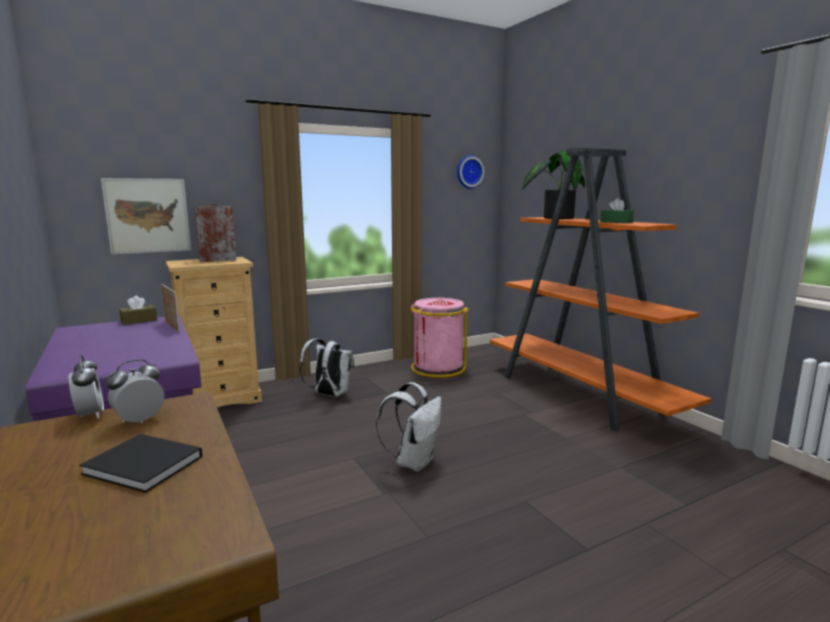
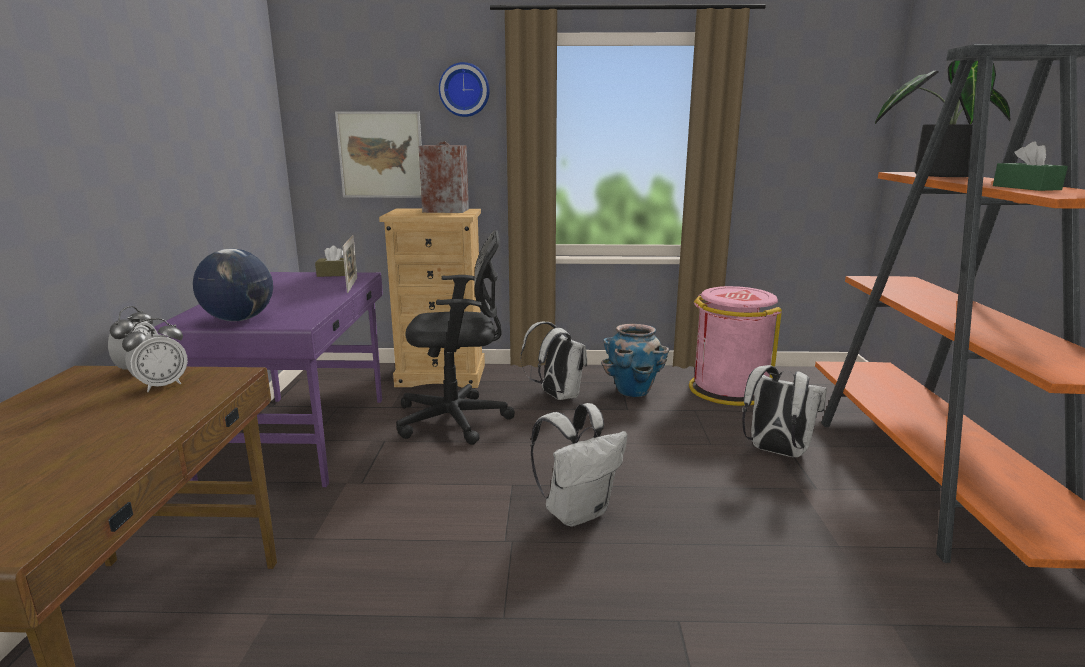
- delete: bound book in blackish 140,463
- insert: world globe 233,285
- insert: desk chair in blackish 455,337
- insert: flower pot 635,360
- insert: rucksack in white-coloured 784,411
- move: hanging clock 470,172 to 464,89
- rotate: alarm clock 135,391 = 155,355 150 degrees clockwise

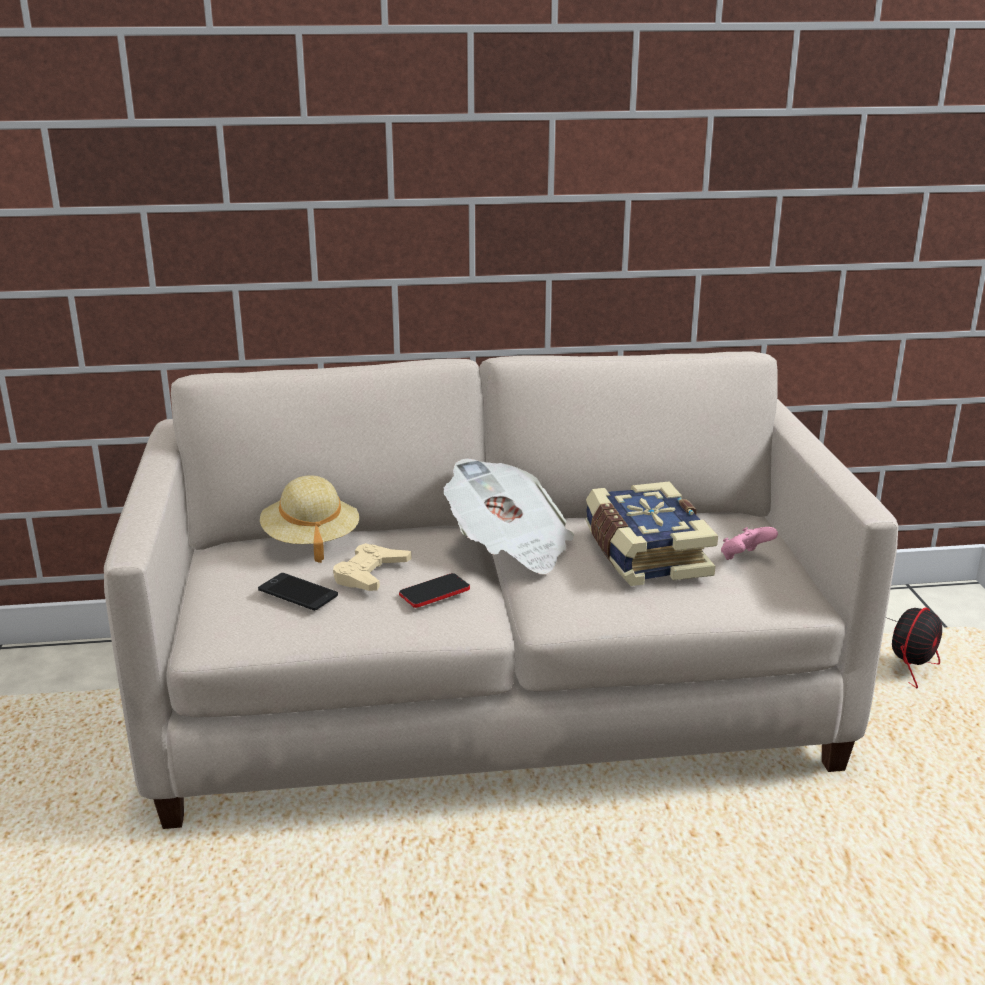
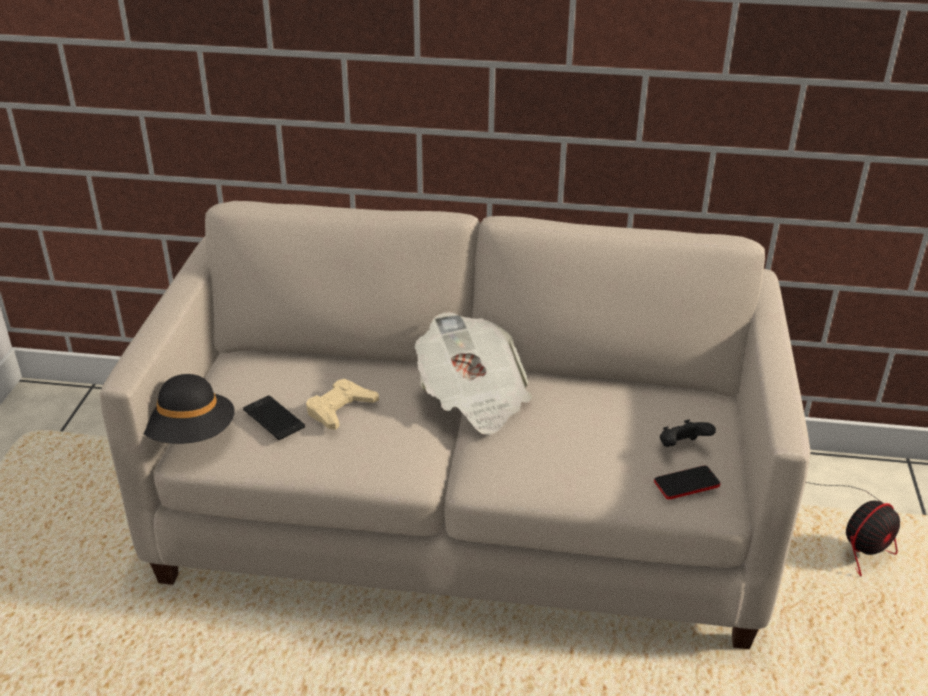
- delete: hat in beige-coloured 309,519
- delete: bound book 651,533
- insert: hat in blackish 189,409
- move: telephone 434,590 to 687,482
- recolor: gamepad in pink-coloured 749,543 to gamepad in blackish 688,433

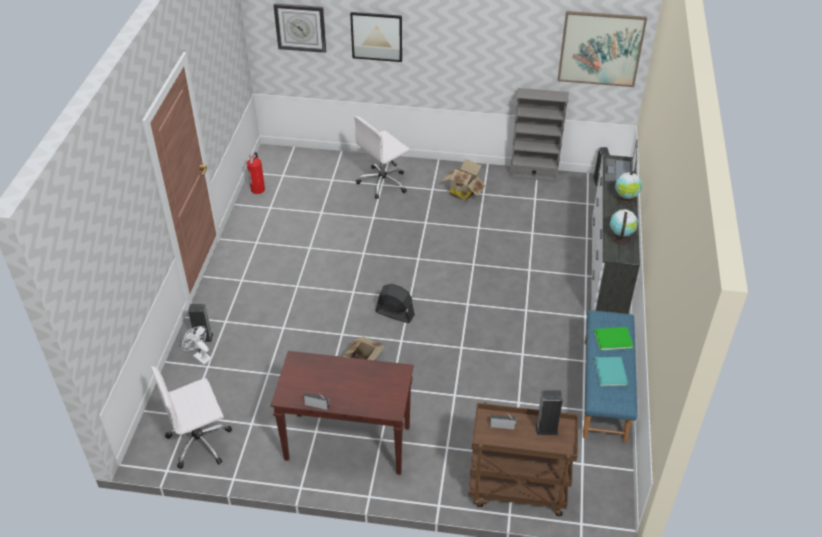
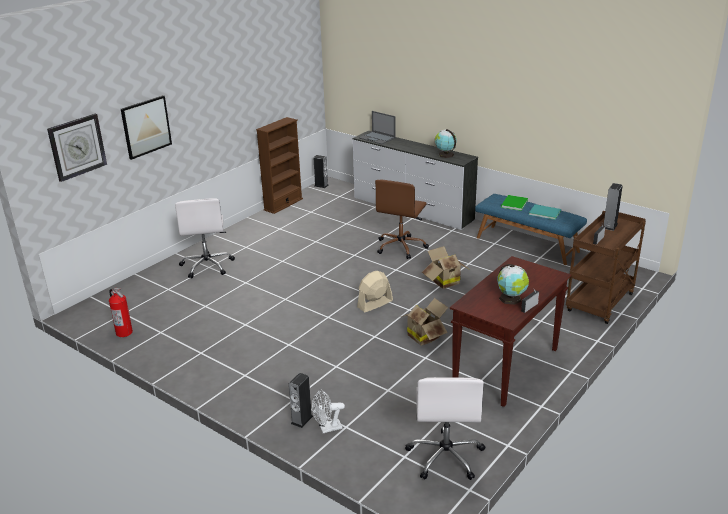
- delete: picture 602,49
- insert: desk chair in brownish 402,219
- move: carton 463,180 to 445,267
- move: world globe 628,188 to 513,284
- recolor: cooling fan in blackish 395,303 to cooling fan in beige-coloured 375,291
- recolor: shelving unit in greyish 539,135 to shelving unit in brownish 279,165

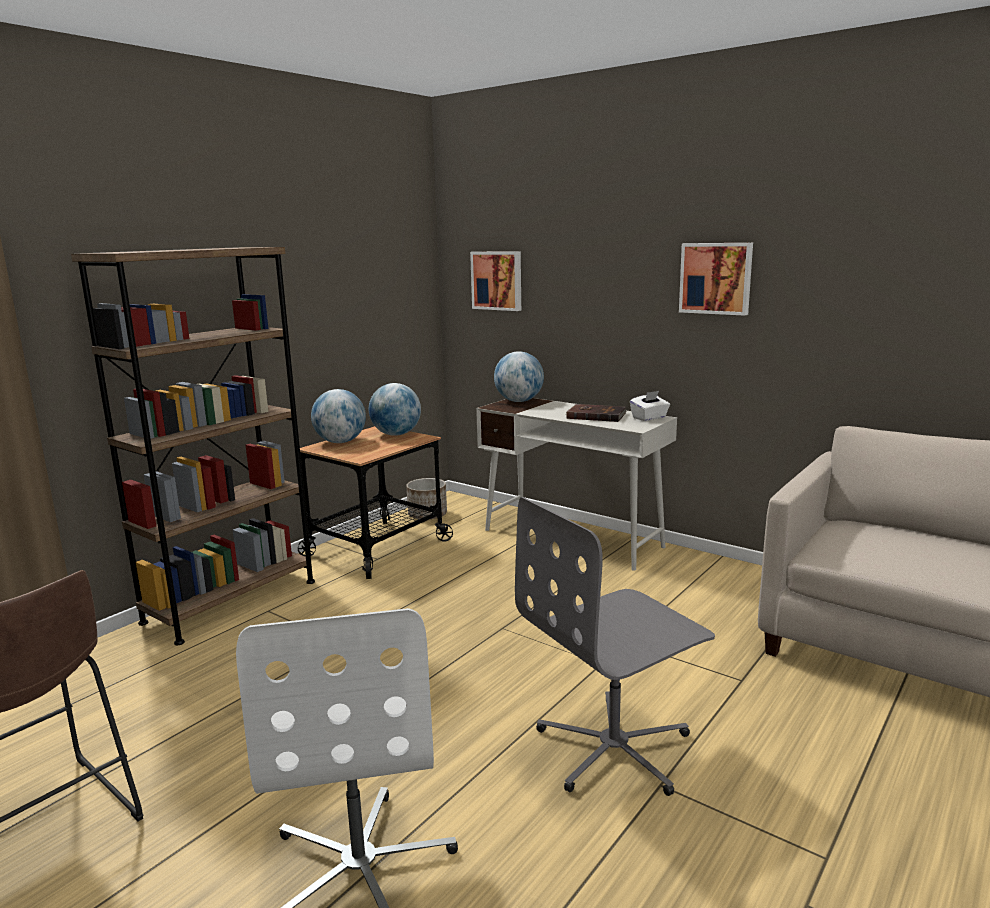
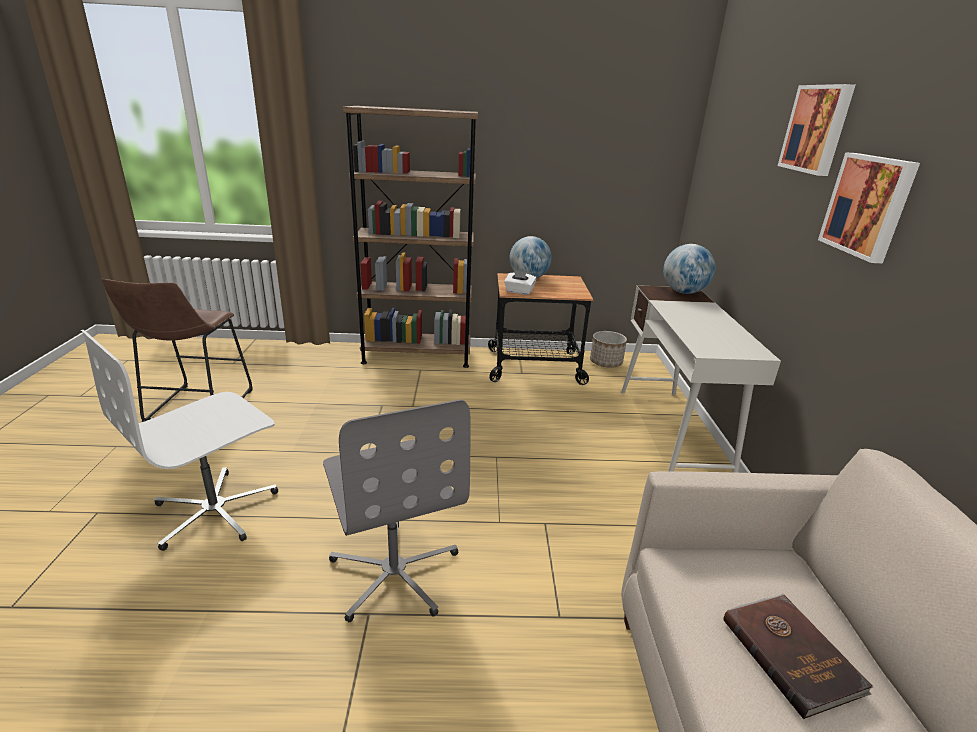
- delete: world globe 395,409
- move: picture 495,281 to 816,130
- move: bound book in brownish 596,413 to 798,656
- move: tissue box in white-coloured 650,406 to 520,282
- rotate: desk chair in greyish 615,646 = 397,510 135 degrees counterclockwise

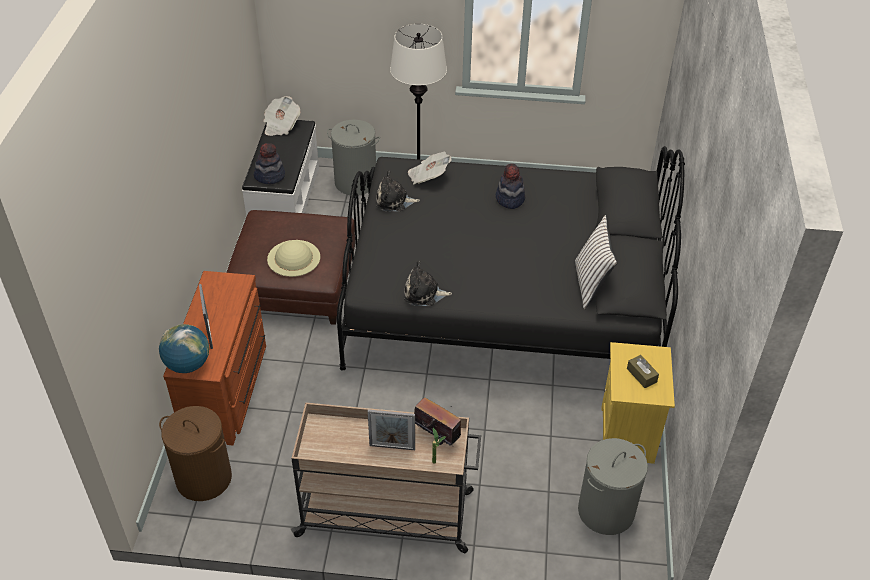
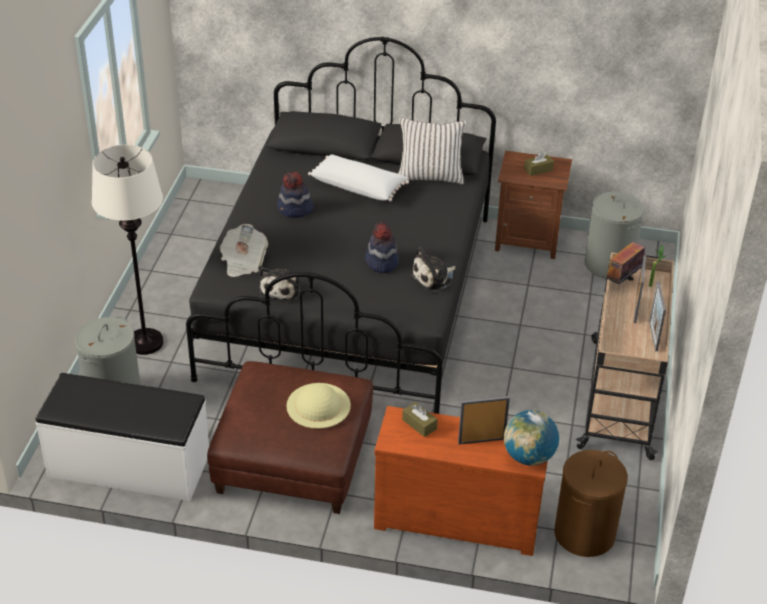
- delete: printed paper 282,116
- insert: throw pillow in white-coloured 358,178
- insert: tissue box in brownish 420,419
- insert: photo frame 657,316
- move: hat 269,163 to 382,247
- recolor: bedside table in yellow-coloured 638,403 to bedside table in brownish 533,205
- rotate: plush toy 428,283 = 433,269 45 degrees clockwise

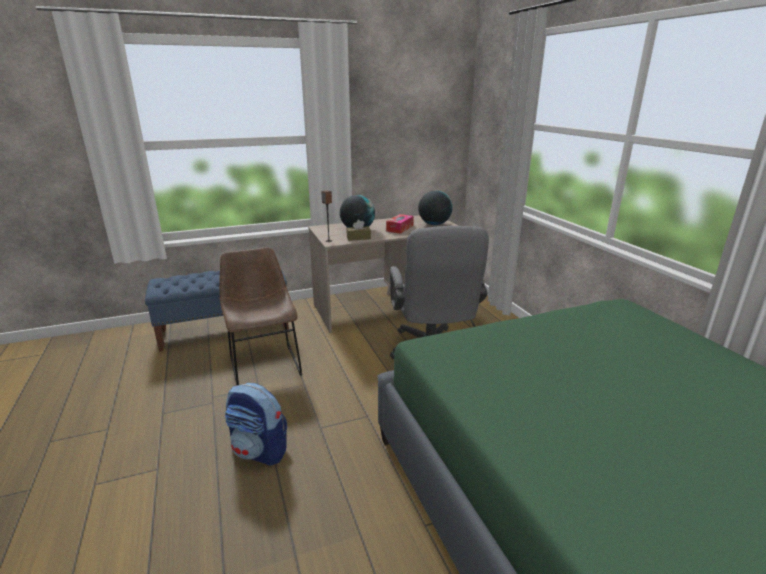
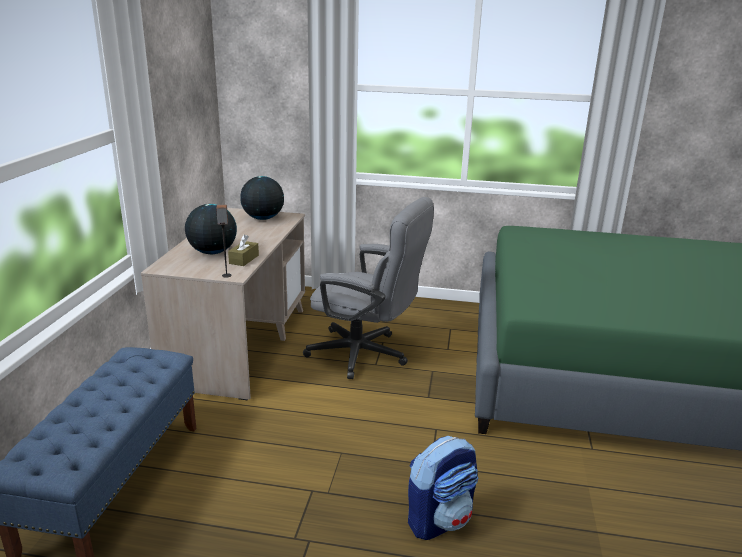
- delete: plain chair in brownish 260,316
- delete: tissue box 400,224

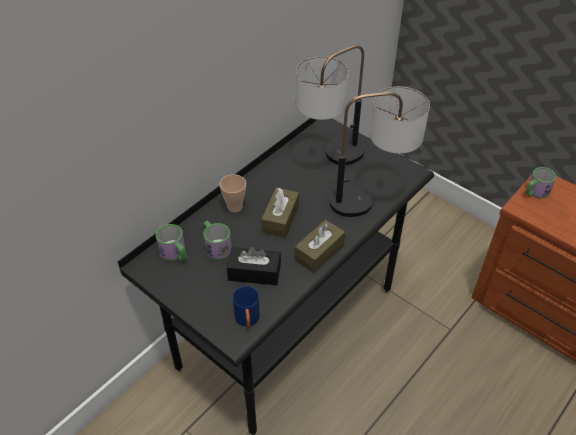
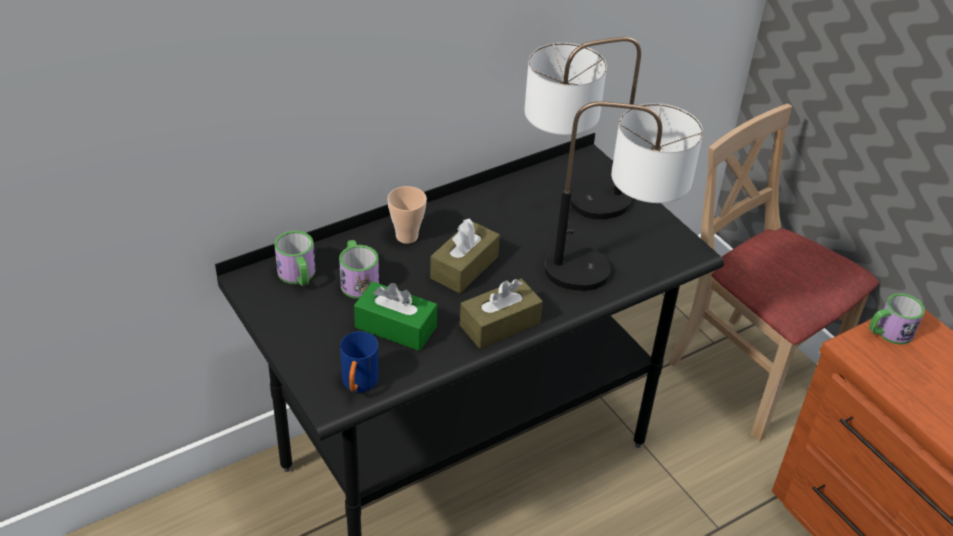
- insert: plain chair in beige-coloured 774,272
- recolor: tissue box in blackish 254,266 to tissue box in green-coloured 395,316

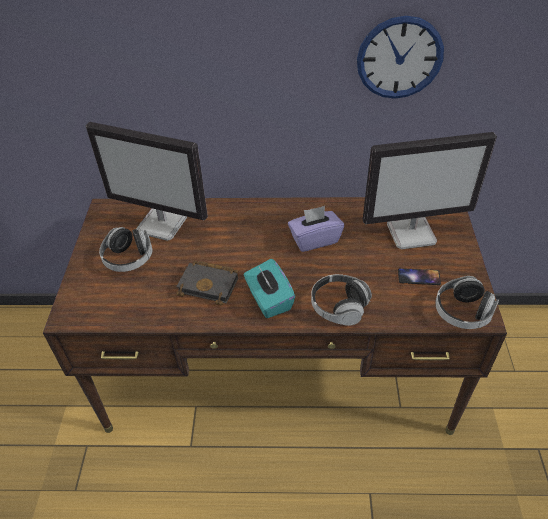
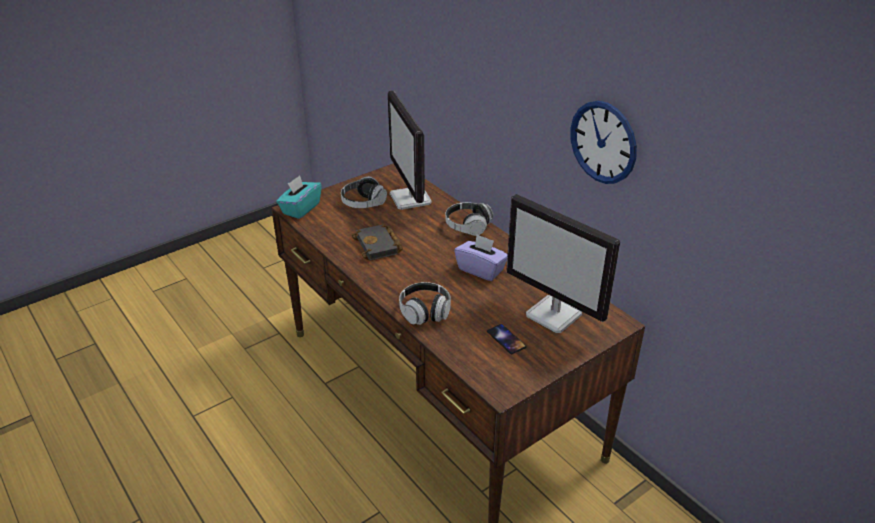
- move: tissue box in blue-green 269,288 to 299,197
- move: pair of headphones 467,302 to 469,219

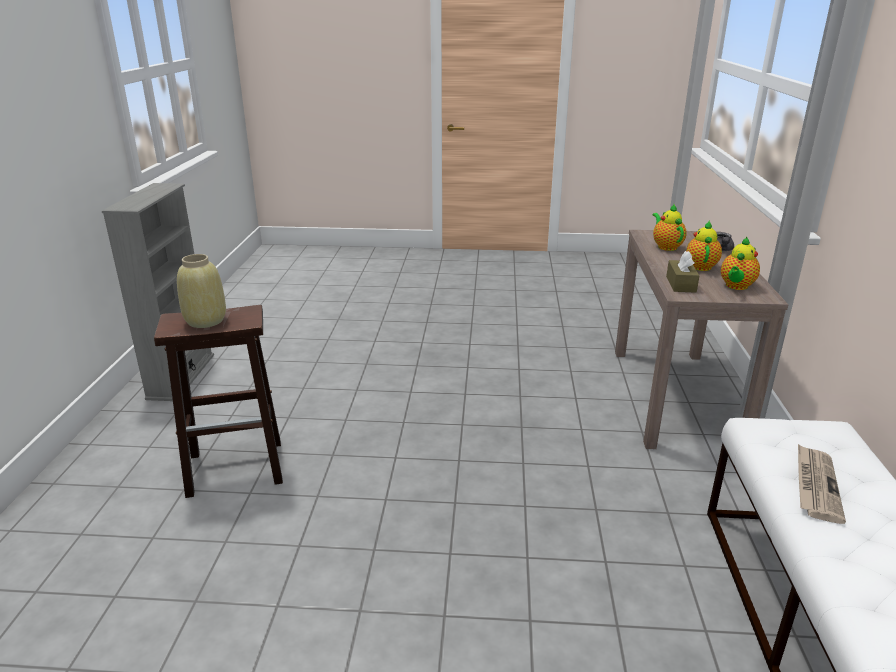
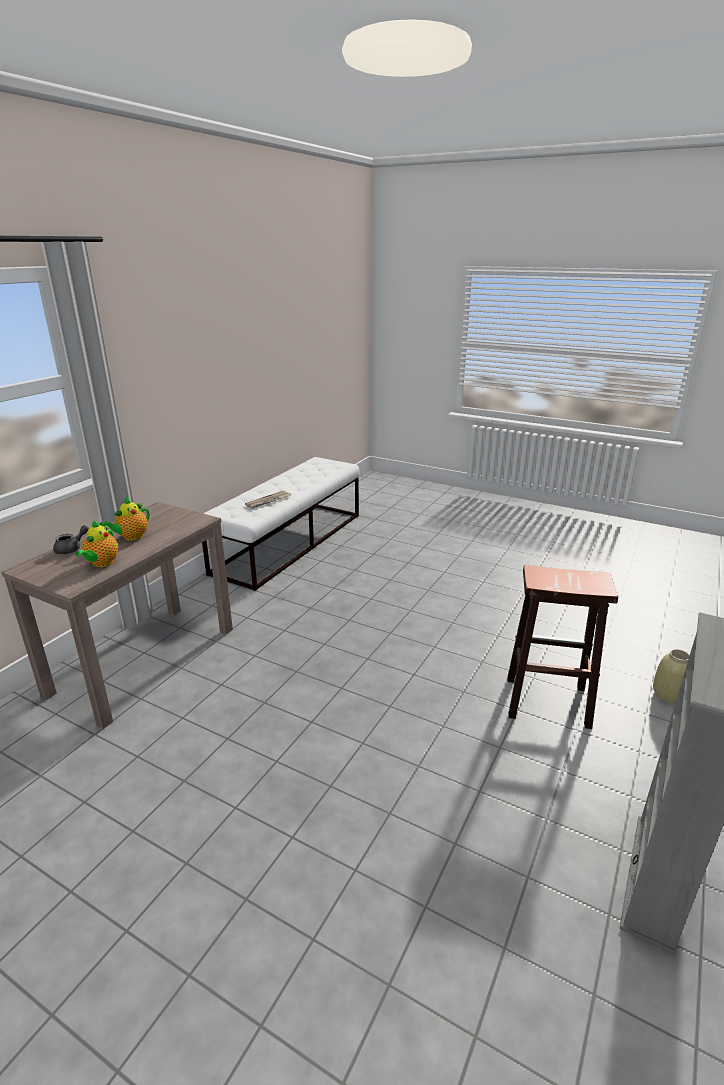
- delete: tissue box in brownish 683,272
- delete: pot for tea 740,263
- move: decorative vase in beige-coloured 201,291 to 671,676

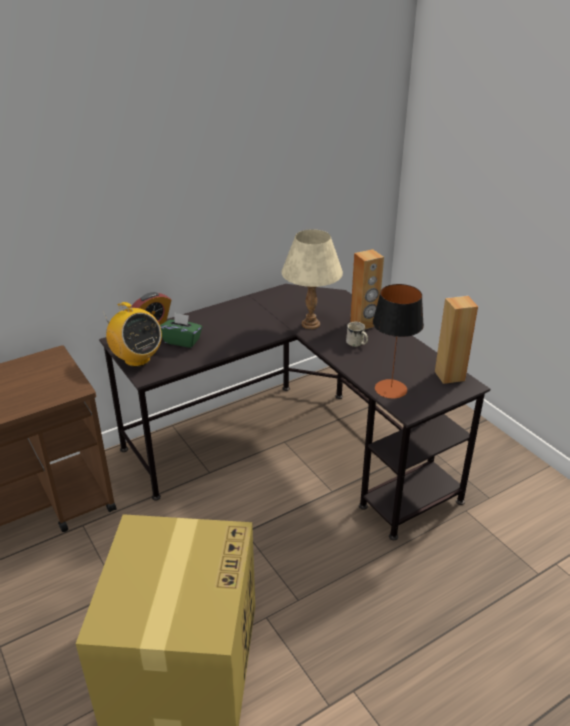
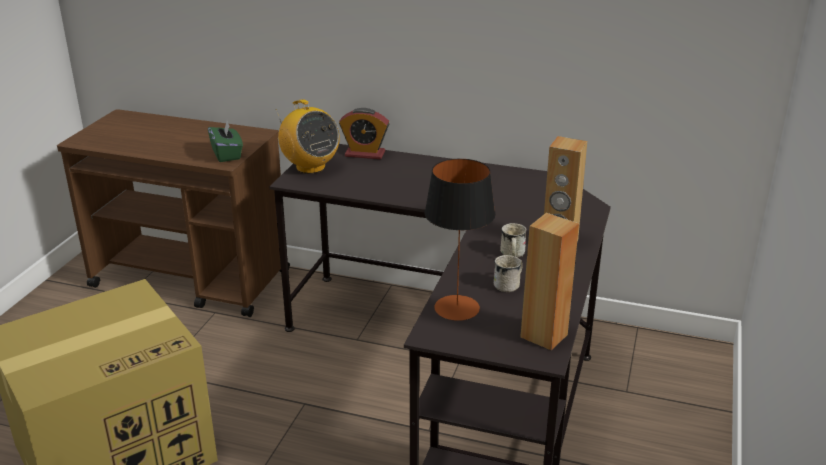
- delete: table lamp in beige-coloured 312,279
- insert: coffee mug in white-coloured 508,273
- move: tissue box in green-coloured 181,330 to 225,141
- rotate: radio receiver 132,334 = 308,136 45 degrees counterclockwise

